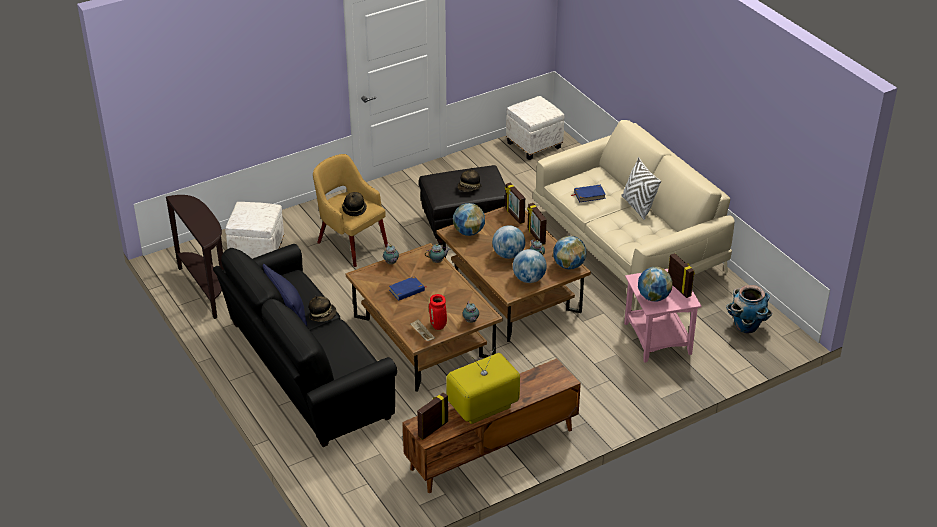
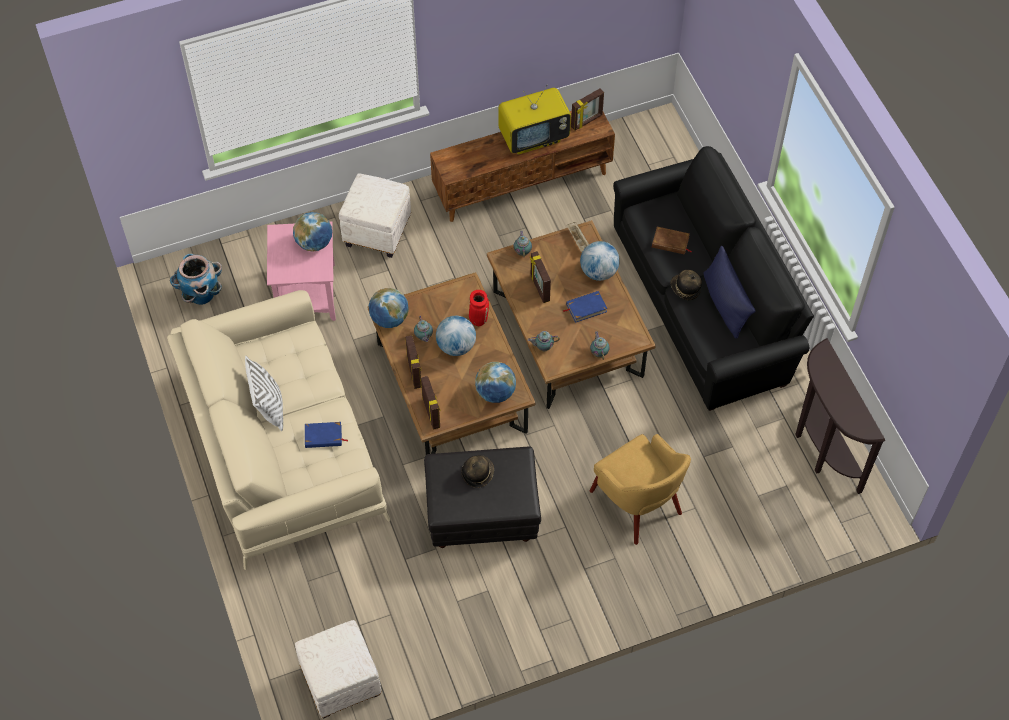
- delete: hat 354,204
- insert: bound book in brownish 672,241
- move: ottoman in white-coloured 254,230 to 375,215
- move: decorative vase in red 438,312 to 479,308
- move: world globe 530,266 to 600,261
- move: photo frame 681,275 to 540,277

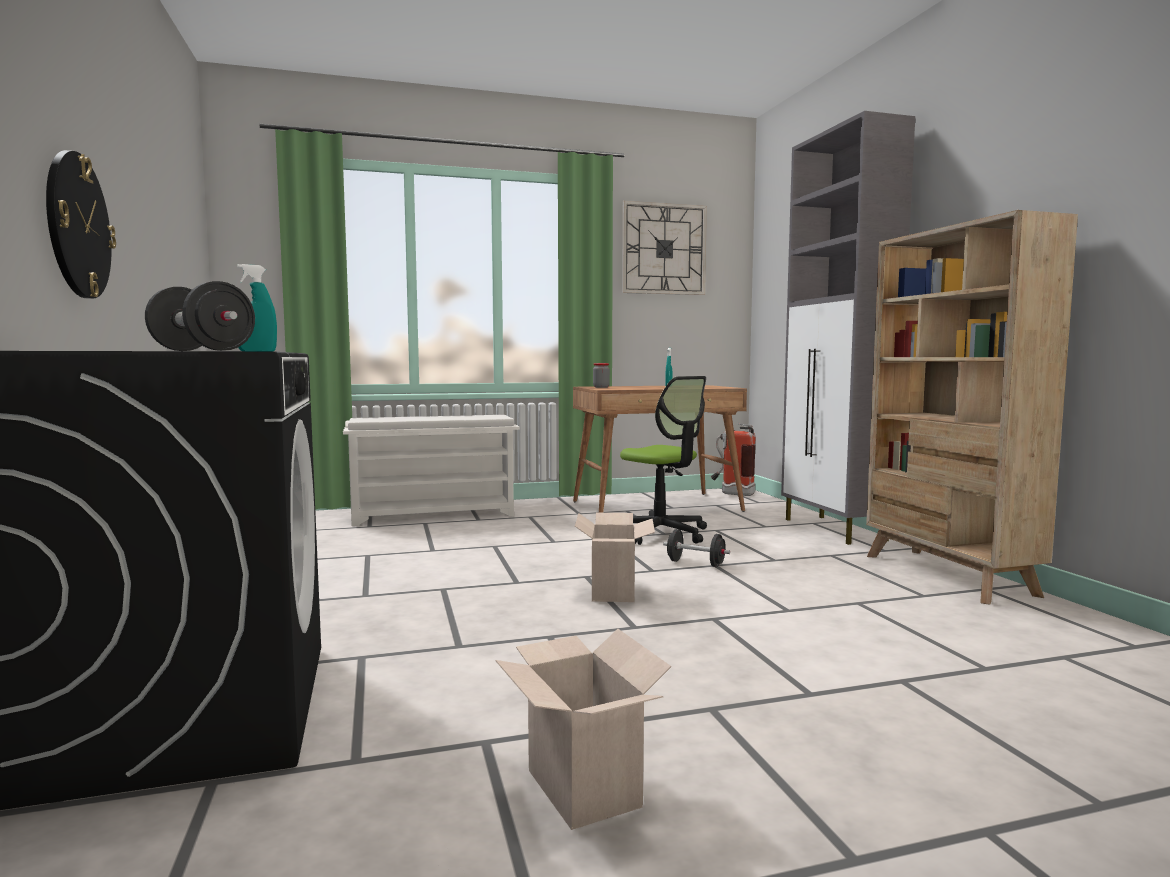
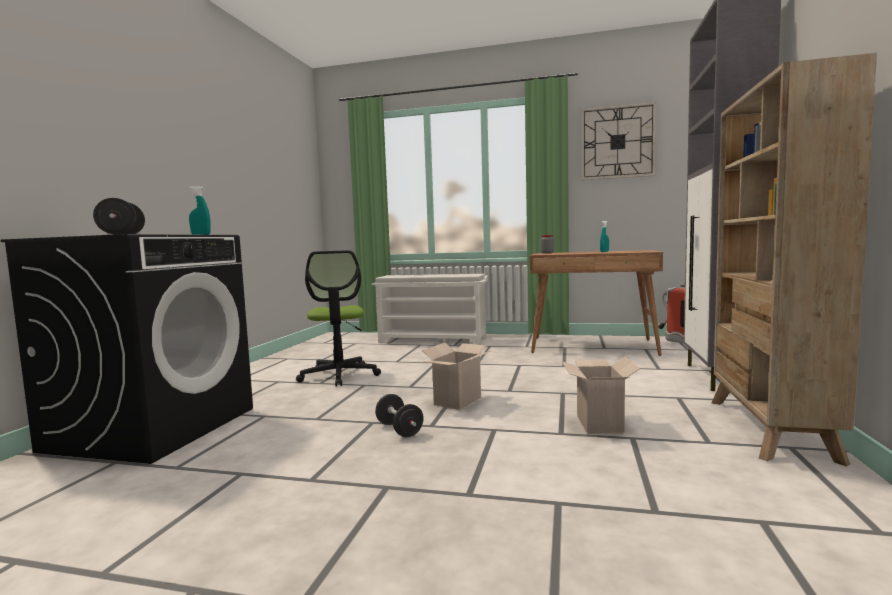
- delete: hanging clock 81,224
- move: carton 583,729 to 600,395
- move: desk chair 663,460 to 338,318
- move: hand weight in blackish 696,548 to 399,415

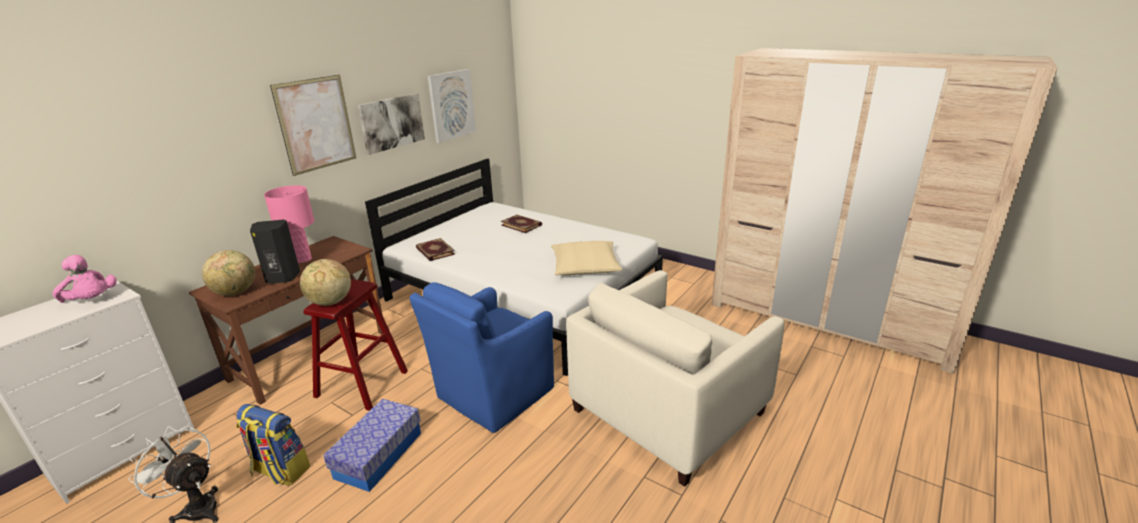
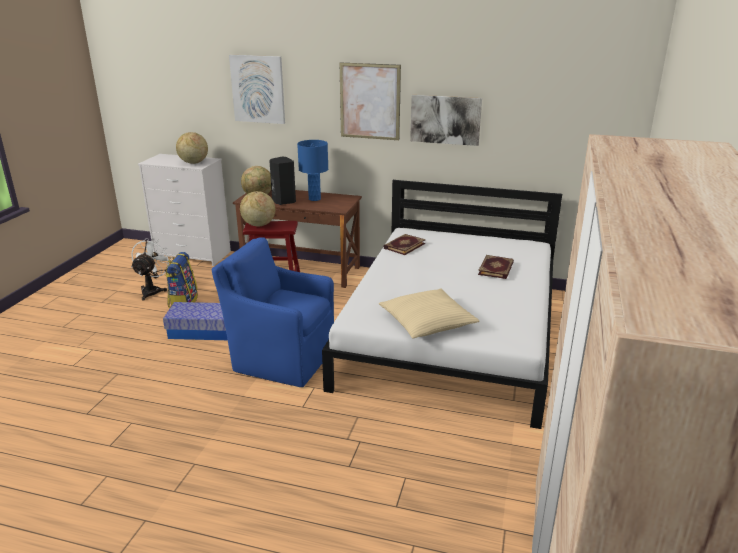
- delete: armchair in beige-coloured 675,378
- move: picture 452,106 to 257,89
- replace: plush toy in pink-coloured 84,279 to world globe 192,148
- recolor: table lamp in pink-coloured 289,224 to table lamp in bluish 312,170

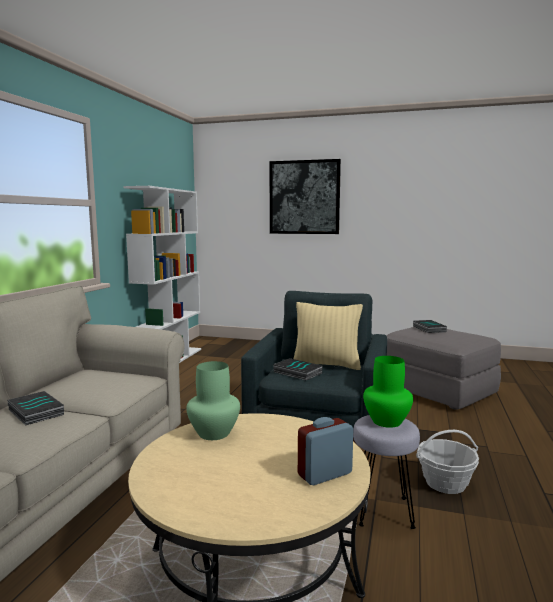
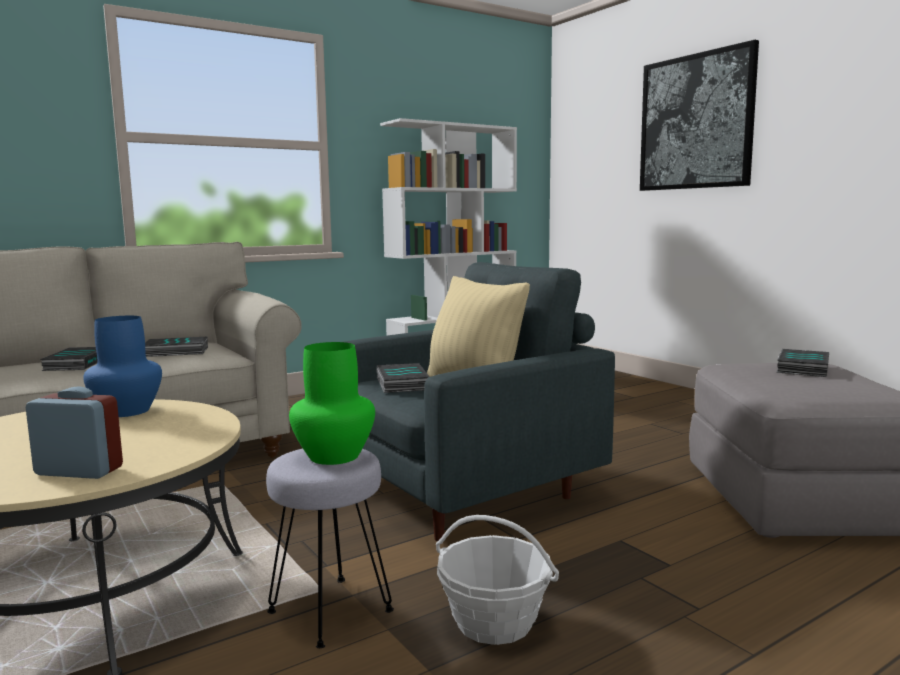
- insert: bound book 176,347
- recolor: decorative vase in green-coloured 213,400 to decorative vase in bluish 122,366

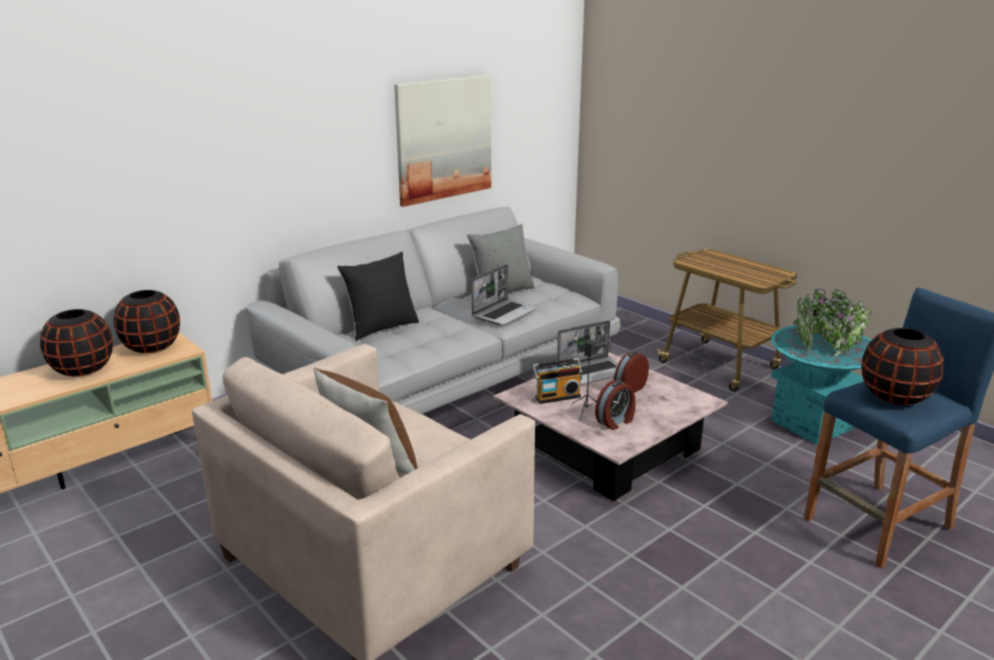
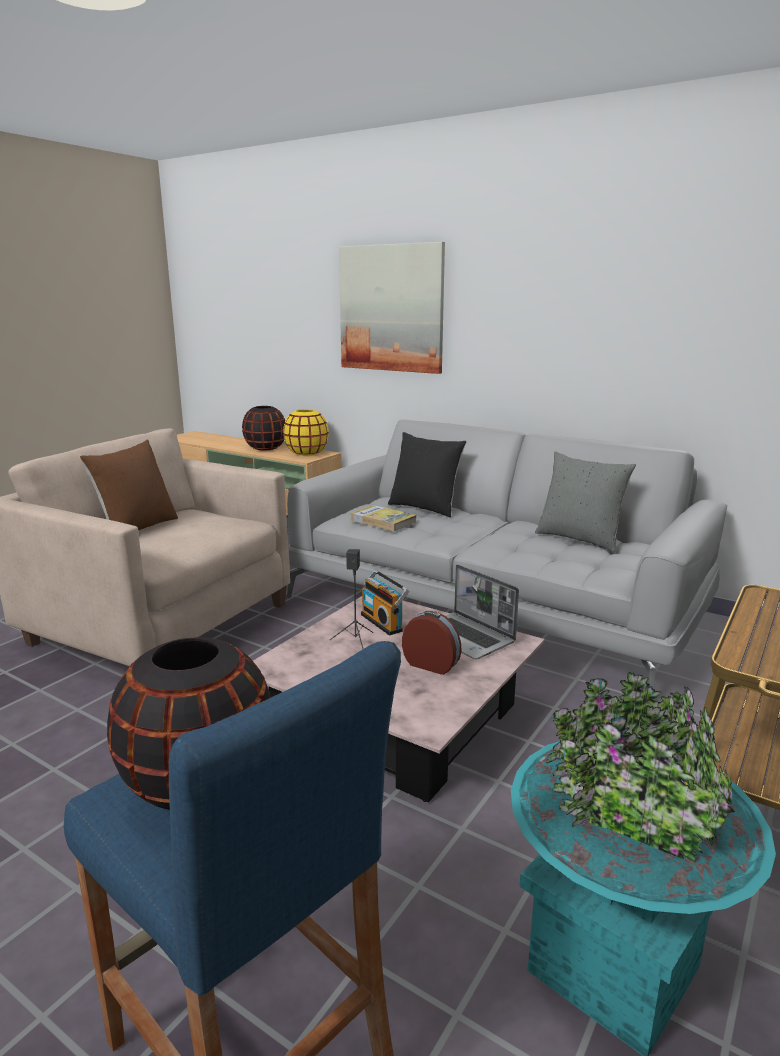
- delete: laptop 504,295
- delete: alarm clock 615,405
- insert: bound book 383,518
- move: picture 442,141 to 392,308
- recolor: decorative vase in blackish 147,321 to decorative vase in yellow-coloured 306,432

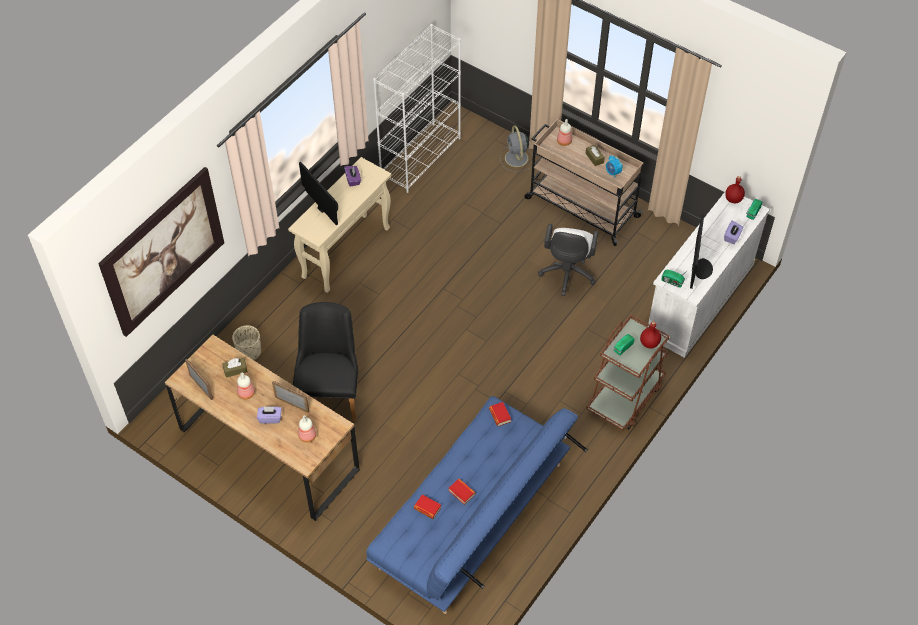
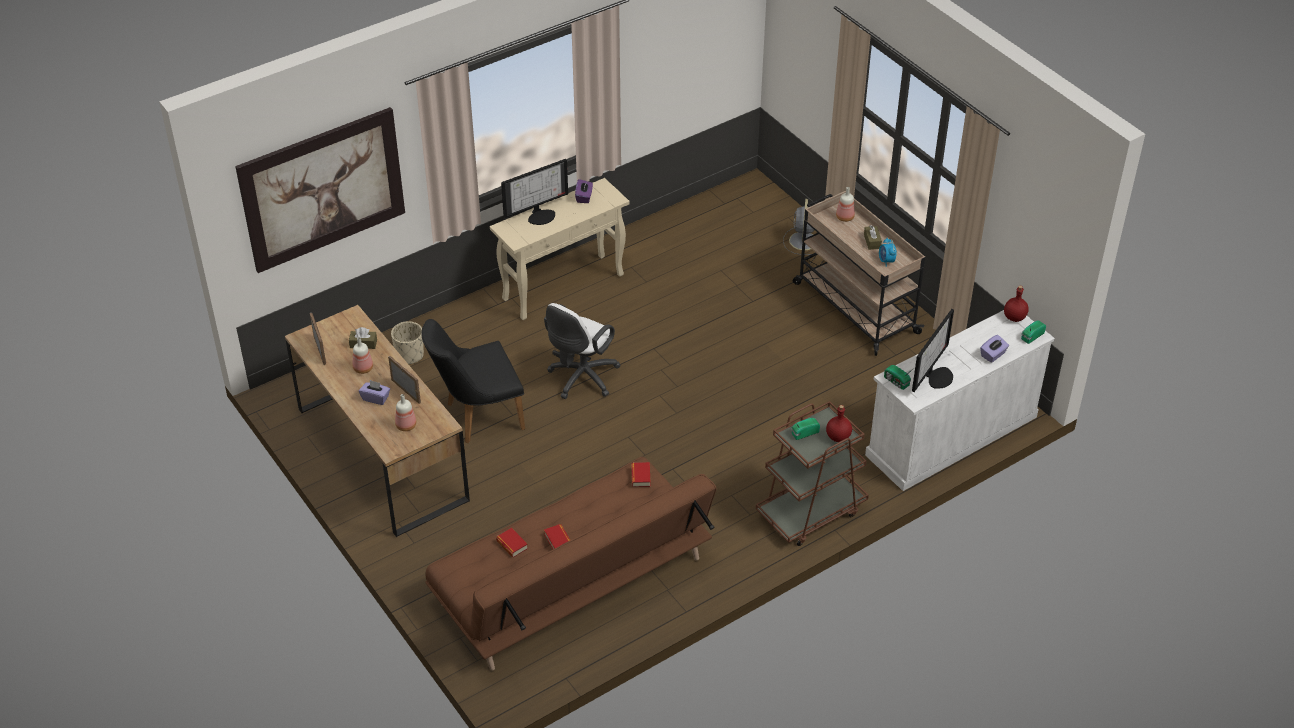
- delete: shelving unit in white-coloured 417,108
- move: desk chair in white-coloured 568,260 to 582,351
- recolor: settee in bluish 477,505 to settee in brownish 571,564
- rotate: plain chair in blackish 325,361 = 473,381 135 degrees counterclockwise
- rotate: computer display 318,193 = 534,192 75 degrees clockwise

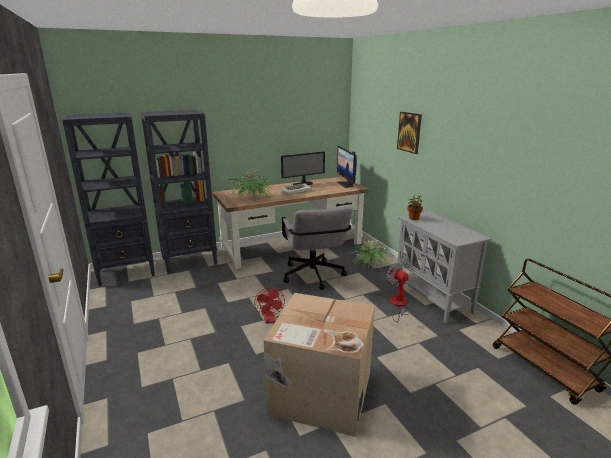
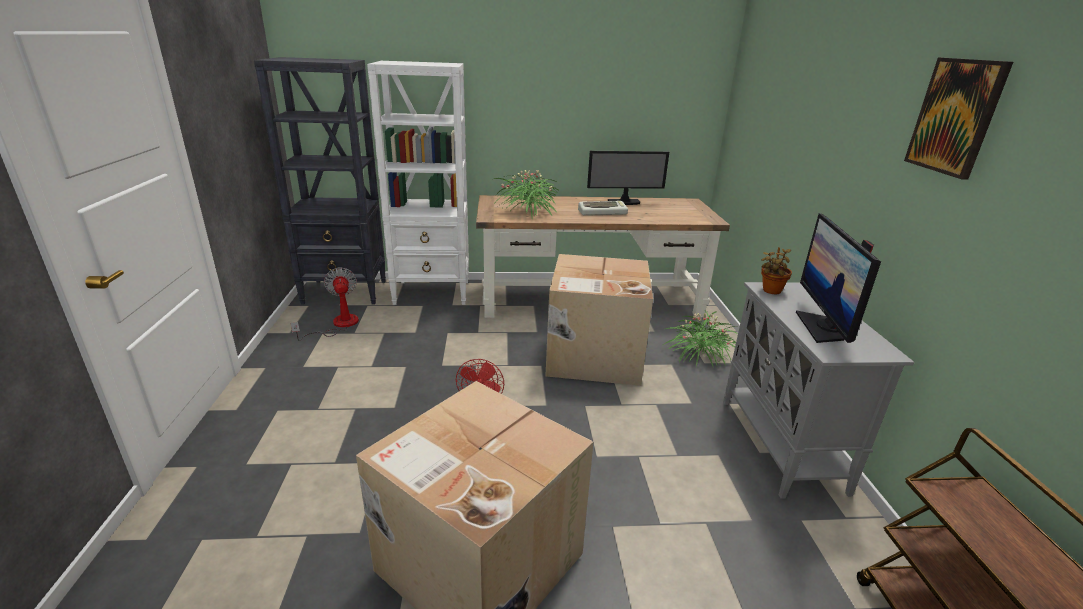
- move: computer display 347,167 to 838,278
- move: cooling fan 398,292 to 325,304
- move: picture 409,133 to 958,118
- replace: desk chair in greyish 317,248 to carton 599,320
- recolor: shelving unit in blackish 179,192 to shelving unit in white-coloured 418,183

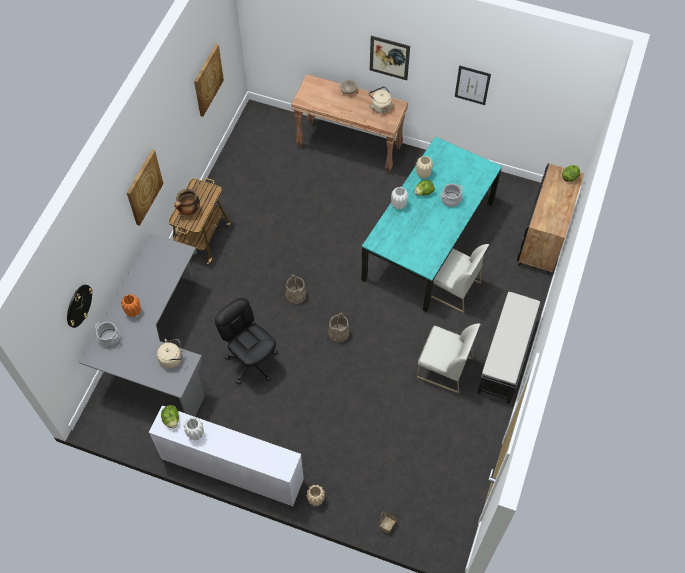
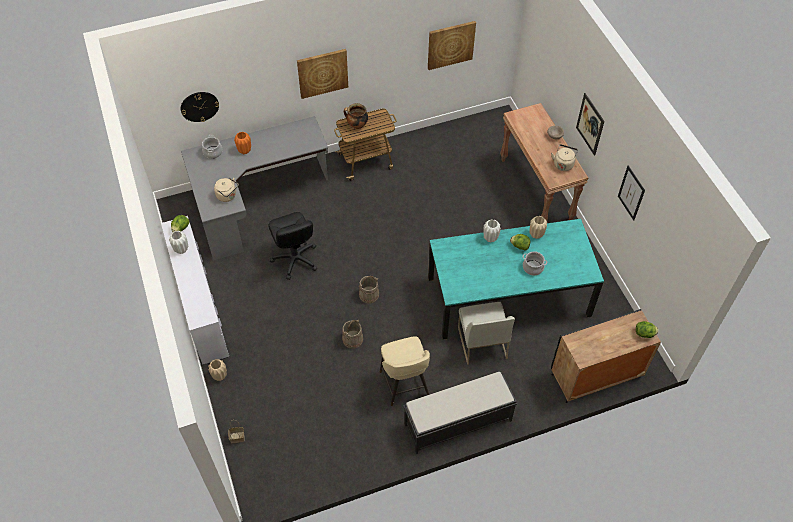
- move: water bucket in beige-coloured 296,289 to 352,334
- replace: plain chair in white-coloured 448,358 to stool seat in beige-coloured 405,371
- rotate: desk chair in blackish 246,341 = 292,246 150 degrees clockwise

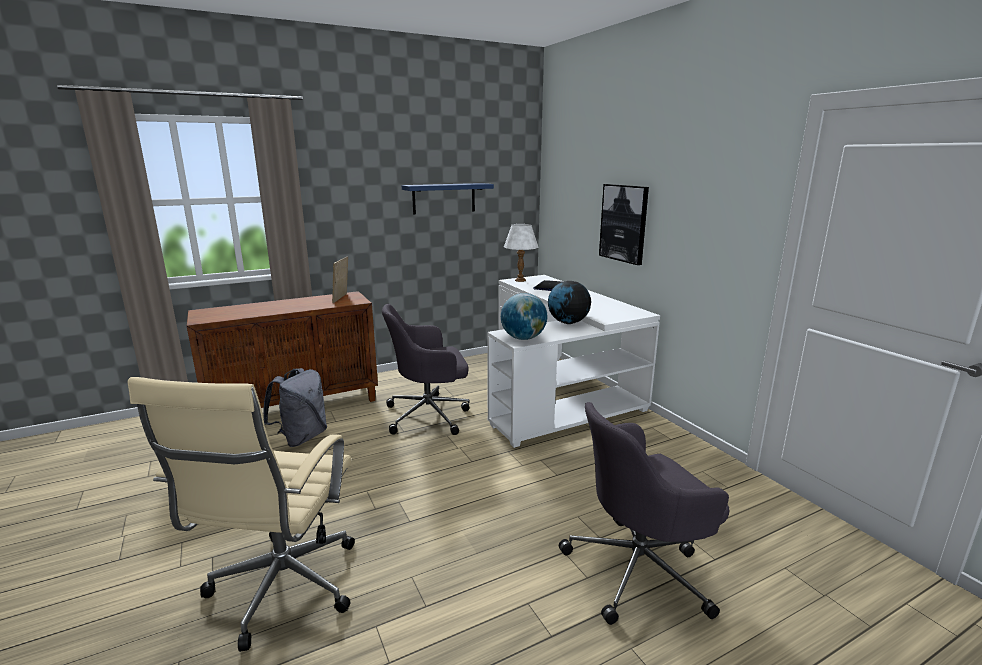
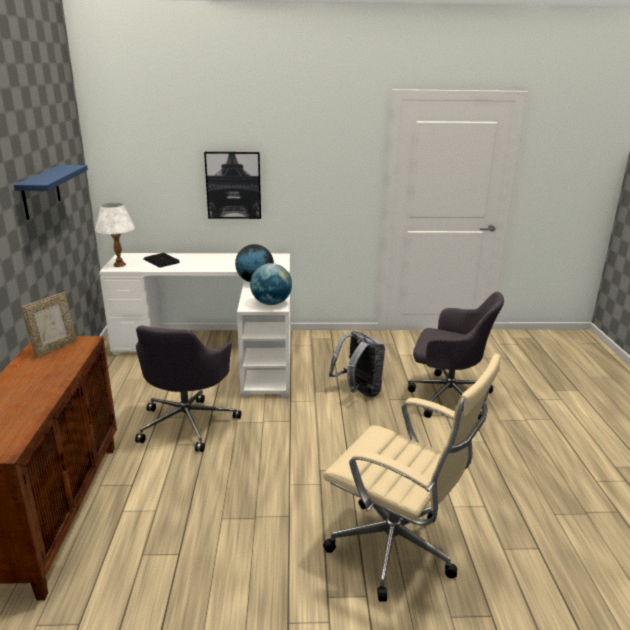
- move: rucksack in greyish 295,407 to 357,364
- rotate: photo frame 340,279 = 49,325 90 degrees counterclockwise
- rotate: desk chair in greyish 644,513 = 456,356 75 degrees counterclockwise

